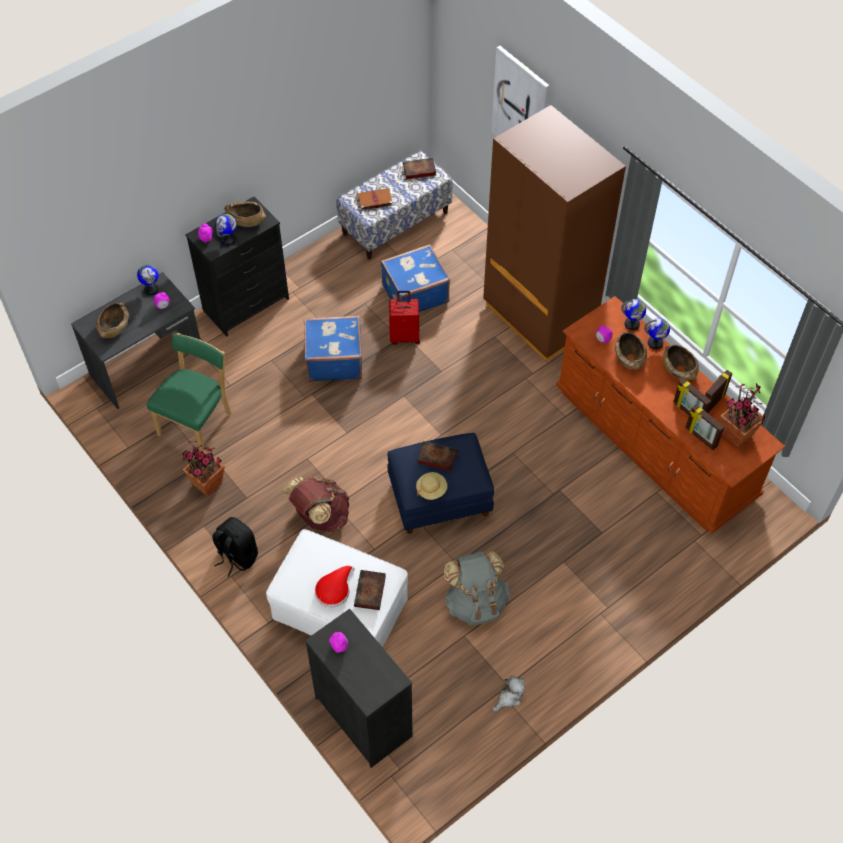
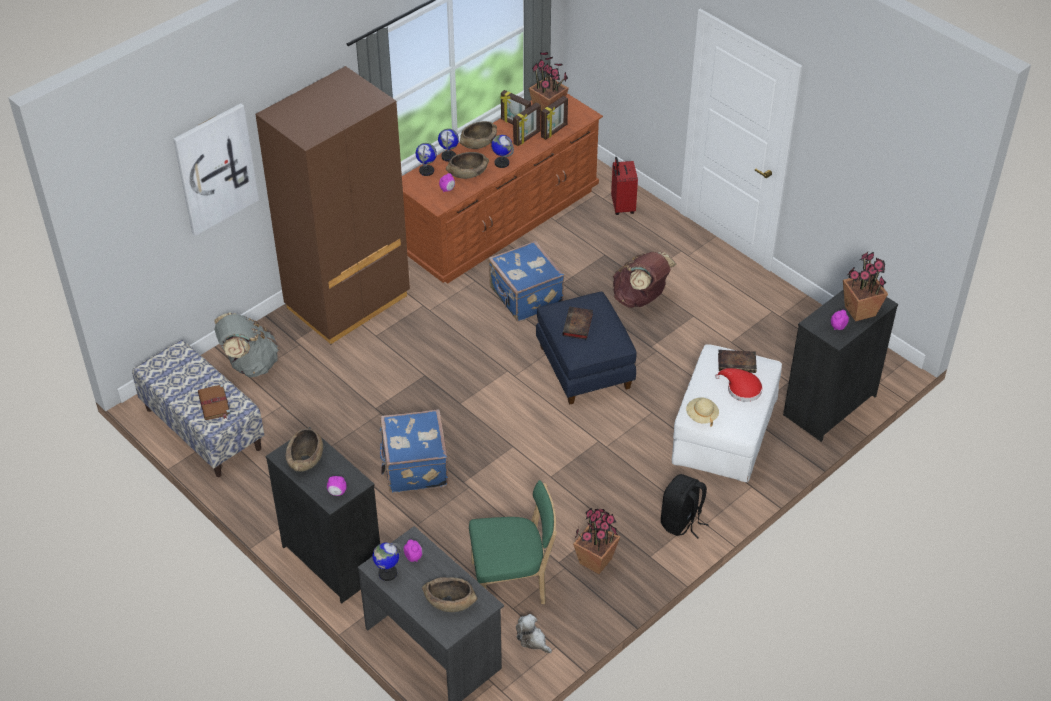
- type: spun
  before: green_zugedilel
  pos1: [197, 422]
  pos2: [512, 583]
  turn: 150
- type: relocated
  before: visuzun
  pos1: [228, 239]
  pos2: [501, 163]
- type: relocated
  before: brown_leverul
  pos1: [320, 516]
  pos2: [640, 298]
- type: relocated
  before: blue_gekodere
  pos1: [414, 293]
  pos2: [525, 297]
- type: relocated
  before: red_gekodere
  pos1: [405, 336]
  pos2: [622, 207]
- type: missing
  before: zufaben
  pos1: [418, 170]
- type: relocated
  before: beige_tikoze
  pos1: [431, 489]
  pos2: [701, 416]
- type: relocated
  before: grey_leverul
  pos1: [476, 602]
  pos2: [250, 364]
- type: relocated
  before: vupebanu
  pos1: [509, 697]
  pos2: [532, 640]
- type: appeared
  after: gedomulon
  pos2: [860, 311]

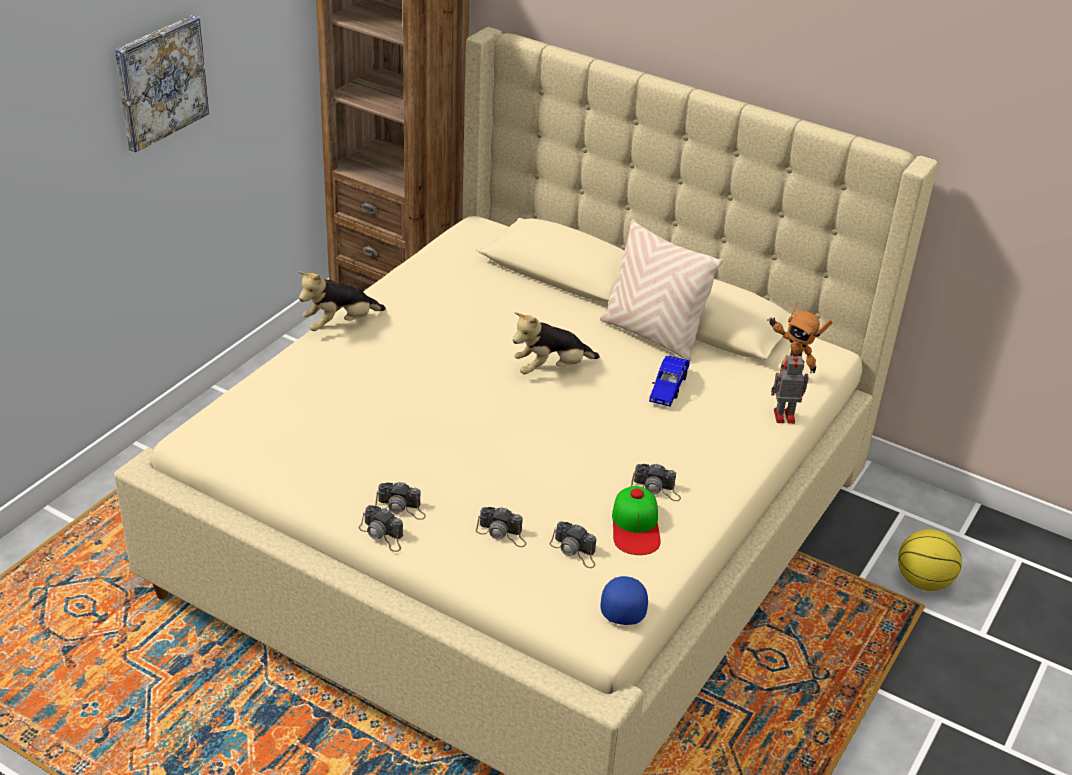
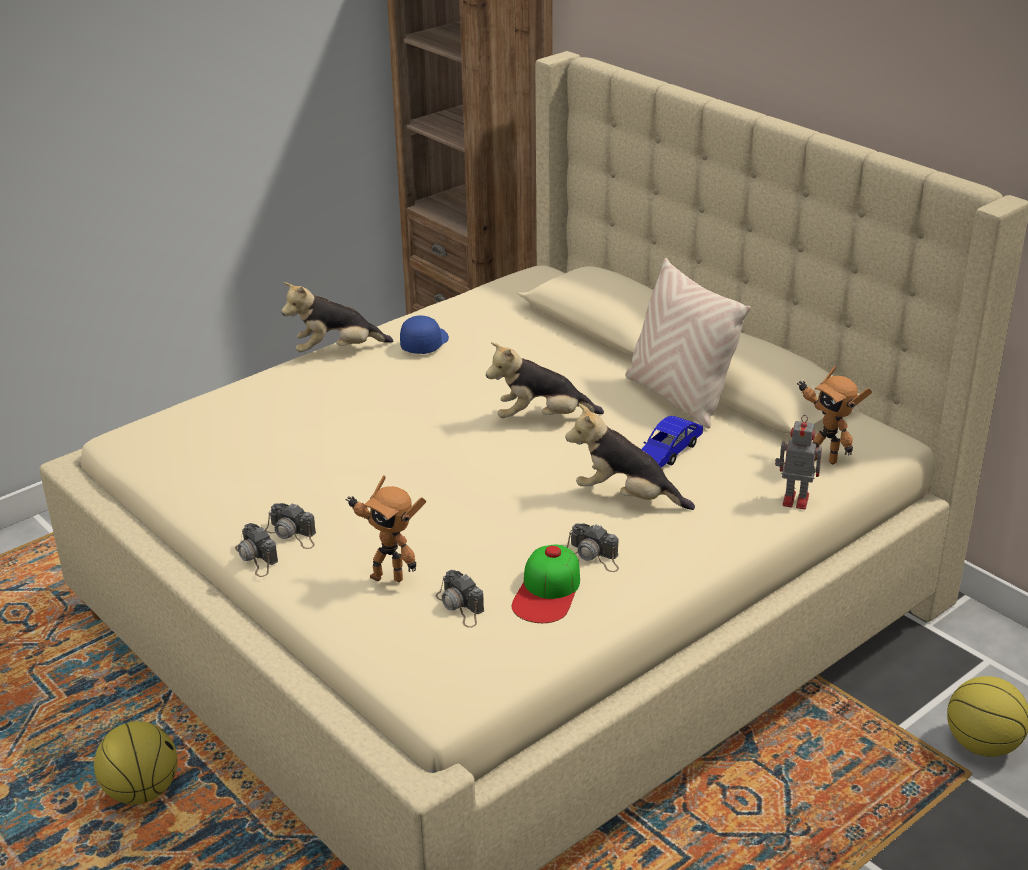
- type: missing
  before: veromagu
  pos1: [160, 82]
- type: exchanged
  before: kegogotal
  after: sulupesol
  pos1: [502, 533]
  pos2: [388, 576]
- type: relocated
  before: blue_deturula
  pos1: [622, 604]
  pos2: [424, 343]
- type: appeared
  after: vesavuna
  pos2: [142, 791]
- type: appeared
  after: vupebanu
  pos2: [626, 497]

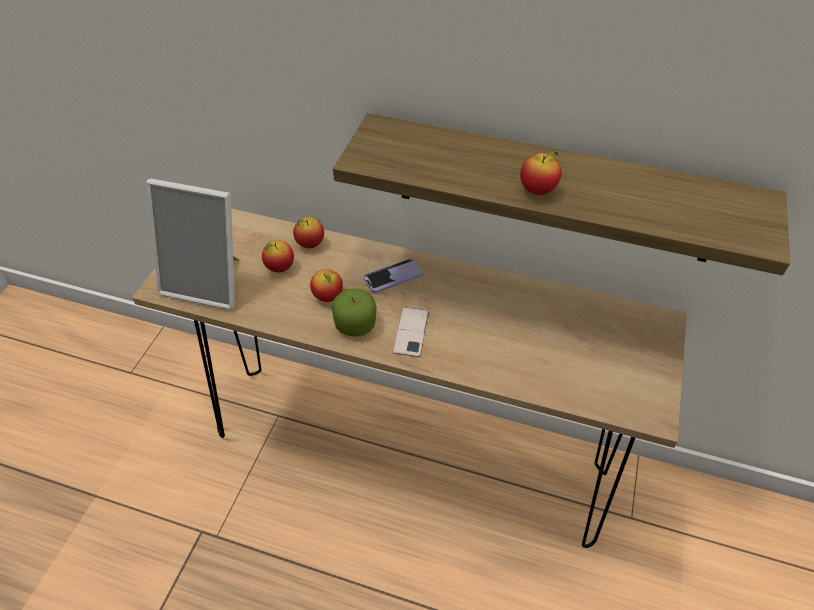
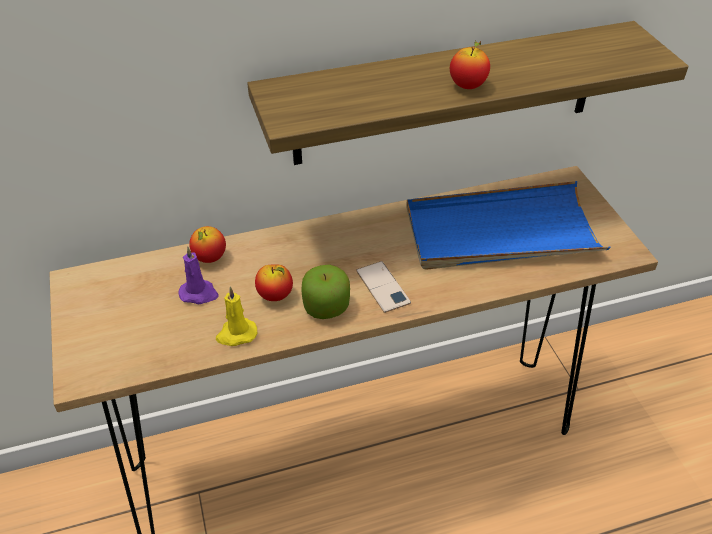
- type: missing
  before: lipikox
  pos1: [209, 282]
- type: exchanged
  before: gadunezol
  after: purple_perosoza
  pos1: [280, 267]
  pos2: [199, 294]
- type: missing
  before: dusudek
  pos1: [393, 277]
- type: appeared
  after: yellow_perosoza
  pos2: [236, 334]
- type: appeared
  after: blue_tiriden
  pos2: [501, 232]

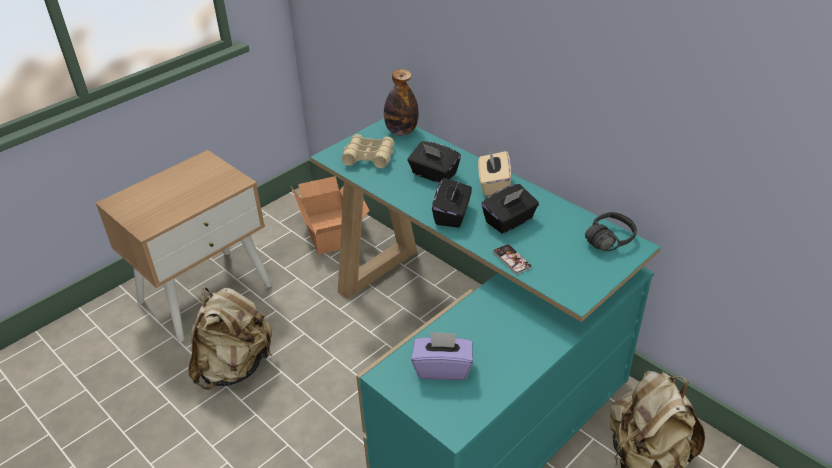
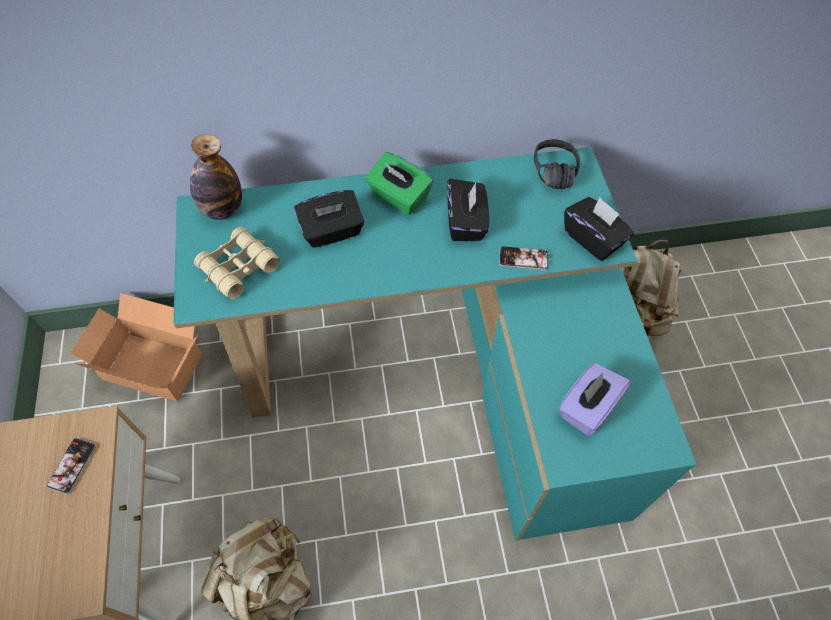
- type: relocated
  before: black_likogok
  pos1: [452, 215]
  pos2: [593, 239]
- type: colour
  before: beige_likogok
  after: green_likogok
  pos1: [493, 185]
  pos2: [399, 197]
- type: appeared
  after: dusudek
  pos2: [72, 466]

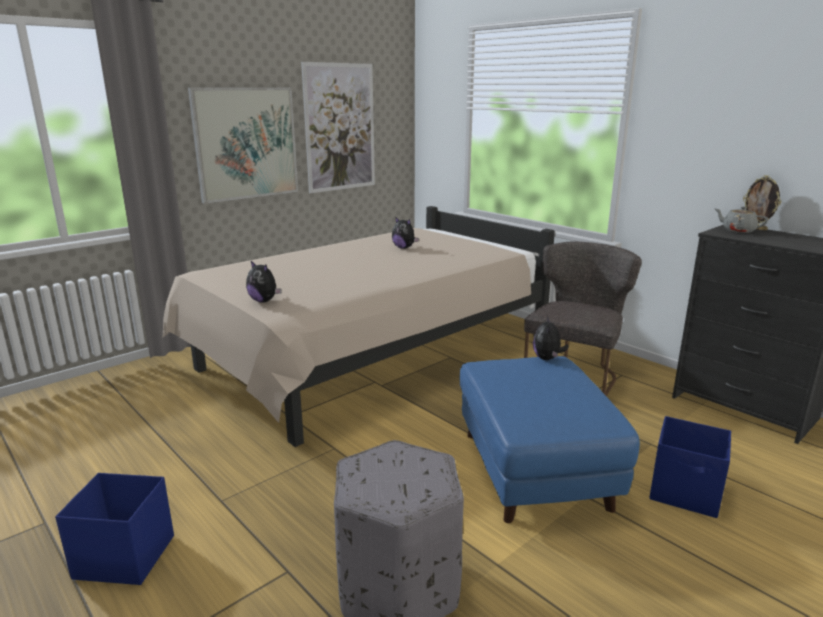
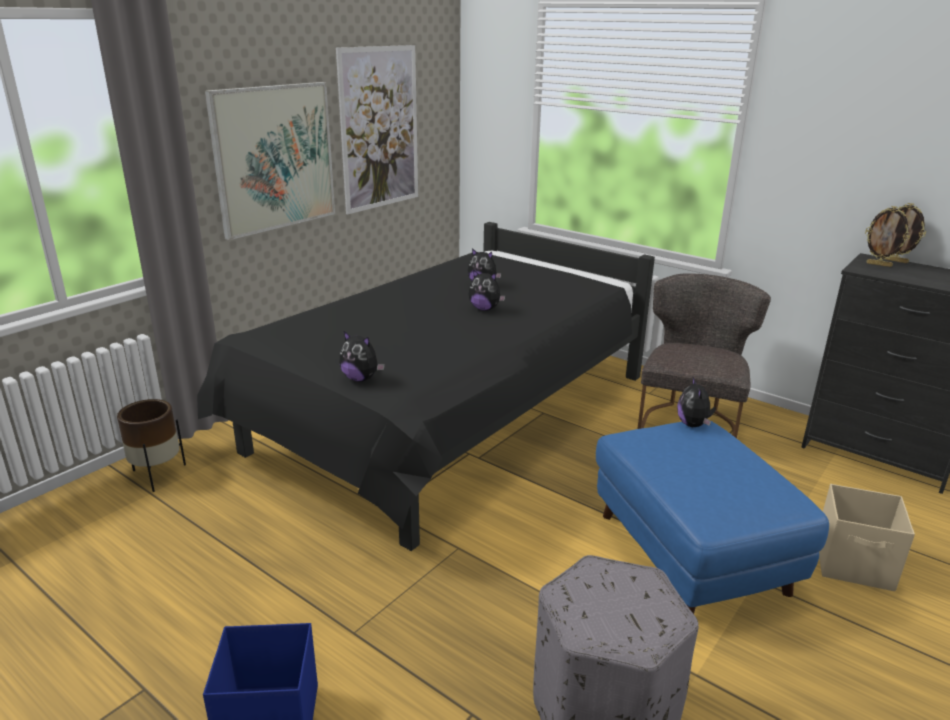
- type: colour
  before: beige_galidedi
  after: black_galidedi
  pos1: [370, 356]
  pos2: [448, 418]
- type: colour
  before: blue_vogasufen
  after: beige_vogasufen
  pos1: [686, 493]
  pos2: [855, 564]
- type: exchanged
  before: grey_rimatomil
  after: lipikox
  pos1: [738, 230]
  pos2: [879, 264]
- type: appeared
  after: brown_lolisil
  pos2: [157, 475]
- type: appeared
  after: vupebanu
  pos2: [485, 309]

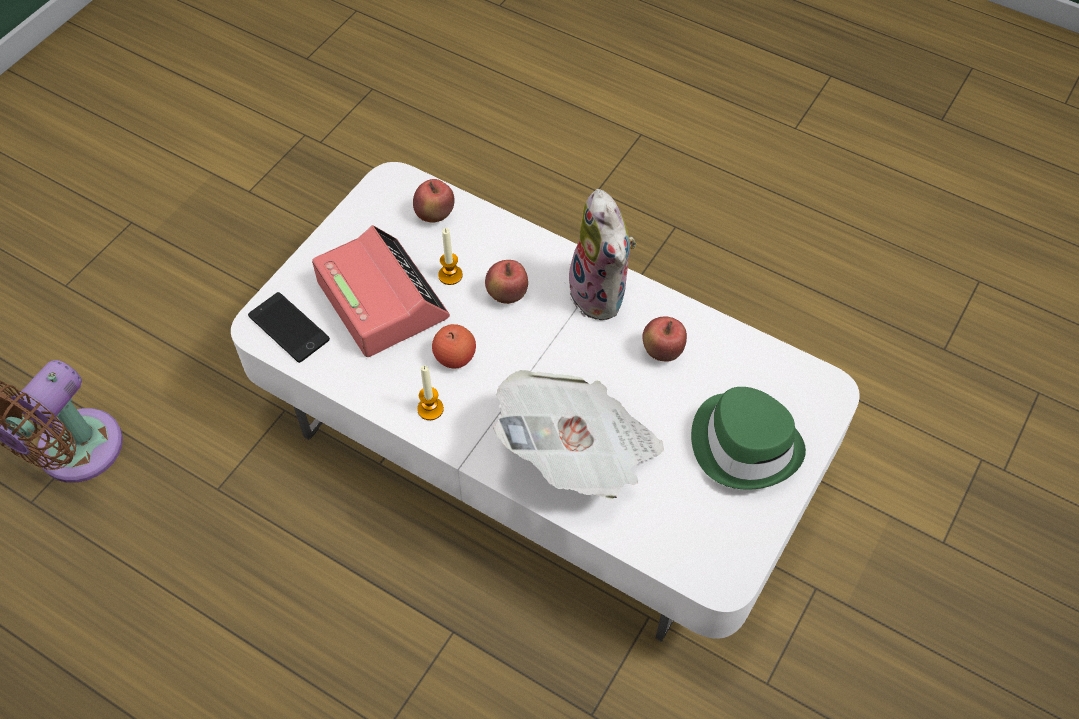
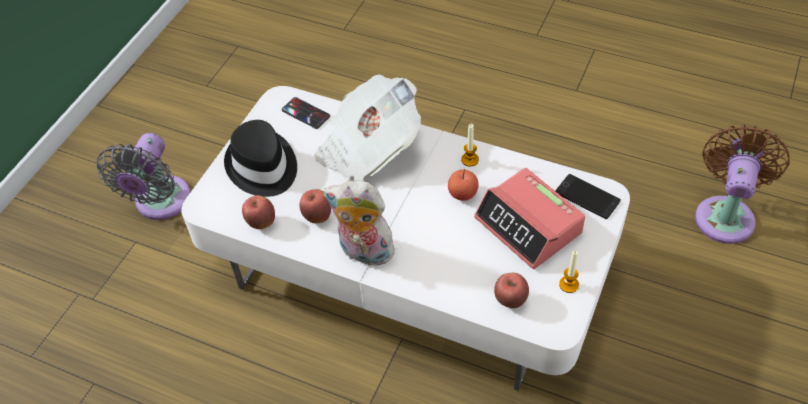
- type: relocated
  before: perosoza
  pos1: [450, 275]
  pos2: [569, 284]
- type: relocated
  before: gadunezol
  pos1: [507, 296]
  pos2: [261, 222]
- type: spun
  before: vupebanu
  pos1: [602, 294]
  pos2: [364, 252]
  turn: -45
- type: colour
  before: green_tikoze
  after: black_tikoze
  pos1: [745, 444]
  pos2: [262, 167]
- type: appeared
  after: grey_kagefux
  pos2: [160, 203]
- type: appeared
  after: dusudek
  pos2: [306, 113]

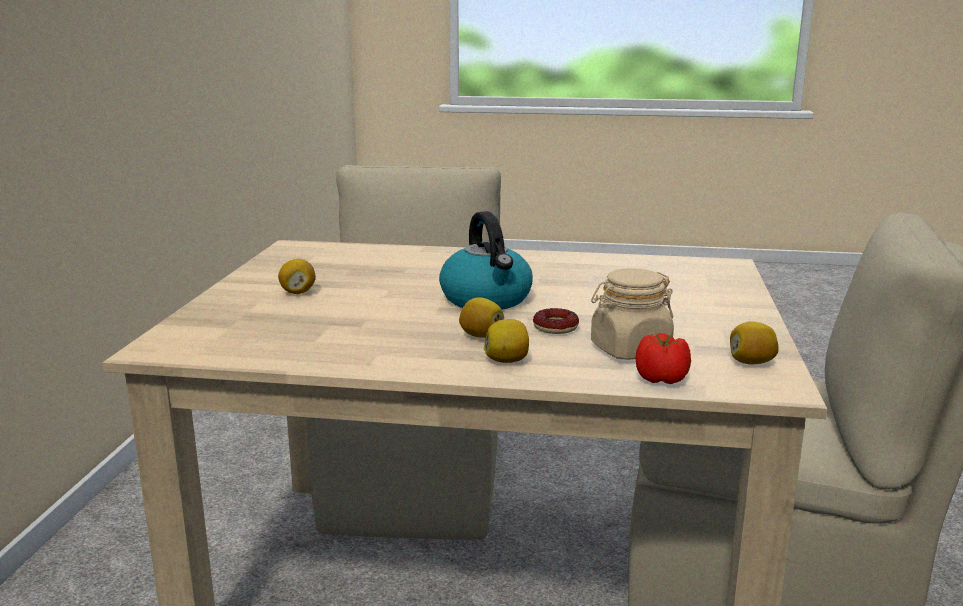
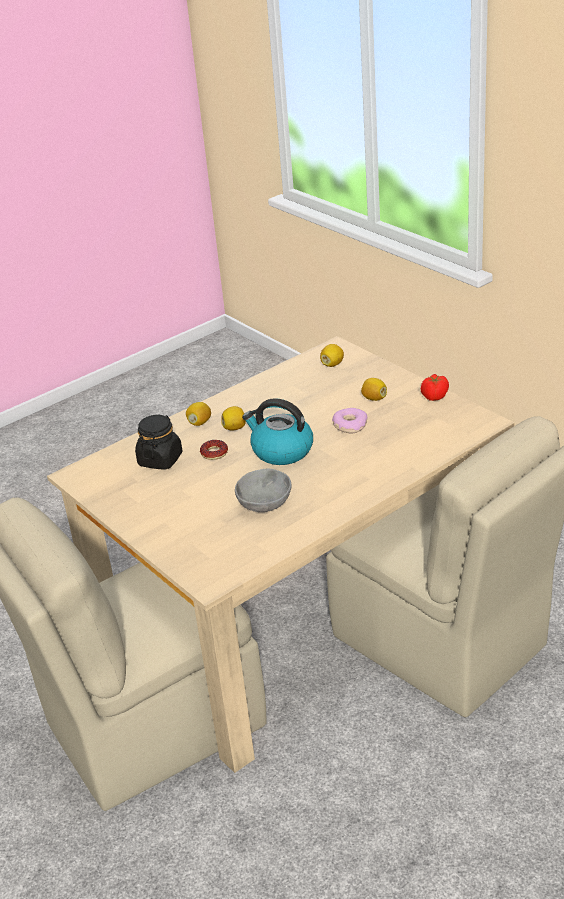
- type: colour
  before: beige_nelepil
  after: black_nelepil
  pos1: [630, 350]
  pos2: [160, 459]
- type: relocated
  before: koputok
  pos1: [662, 380]
  pos2: [434, 397]
- type: relocated
  before: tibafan
  pos1: [751, 362]
  pos2: [332, 364]
- type: appeared
  after: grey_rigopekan
  pos2: [265, 504]
- type: appeared
  after: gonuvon
  pos2: [350, 425]

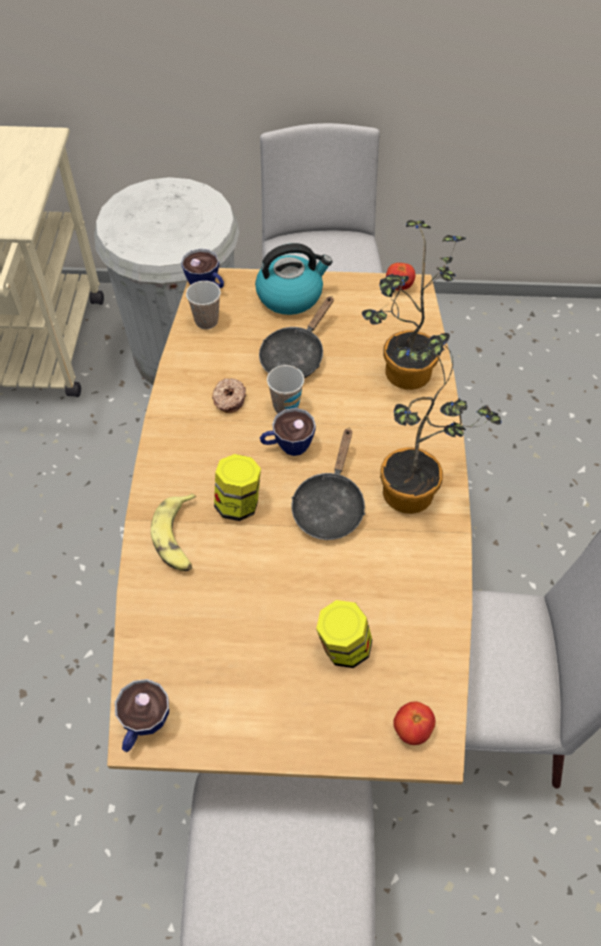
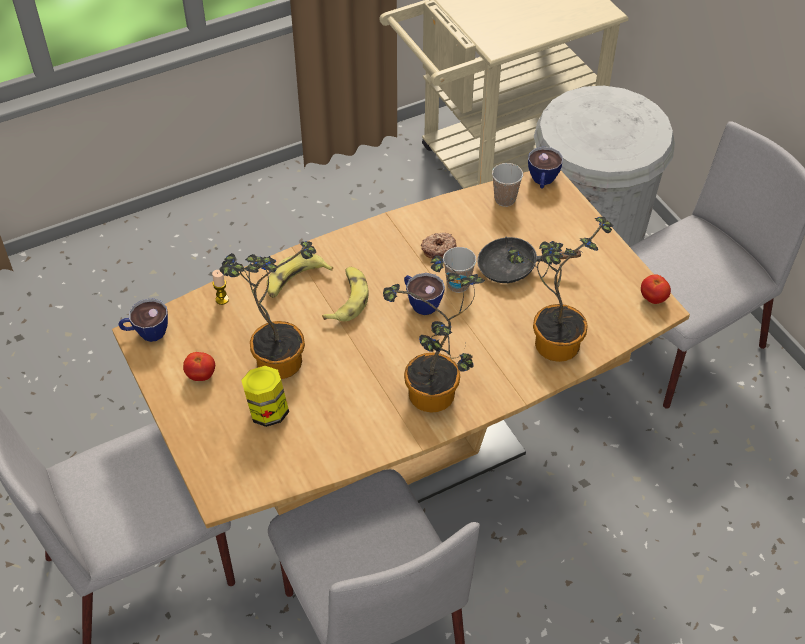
- type: exchanged
  before: nelepil
  after: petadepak
  pos1: [238, 504]
  pos2: [347, 299]
- type: missing
  before: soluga
  pos1: [290, 295]
- type: missing
  before: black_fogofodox
  pos1: [329, 506]
- type: relocated
  before: koputok
  pos1: [412, 729]
  pos2: [201, 375]
- type: appeared
  after: perosoza
  pos2: [222, 299]
- type: appeared
  after: gedomulon
  pos2: [275, 357]

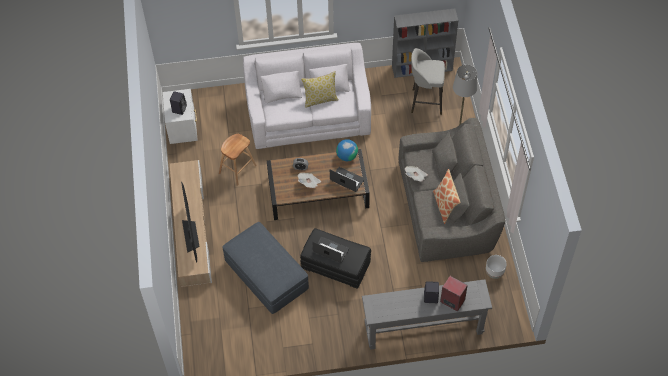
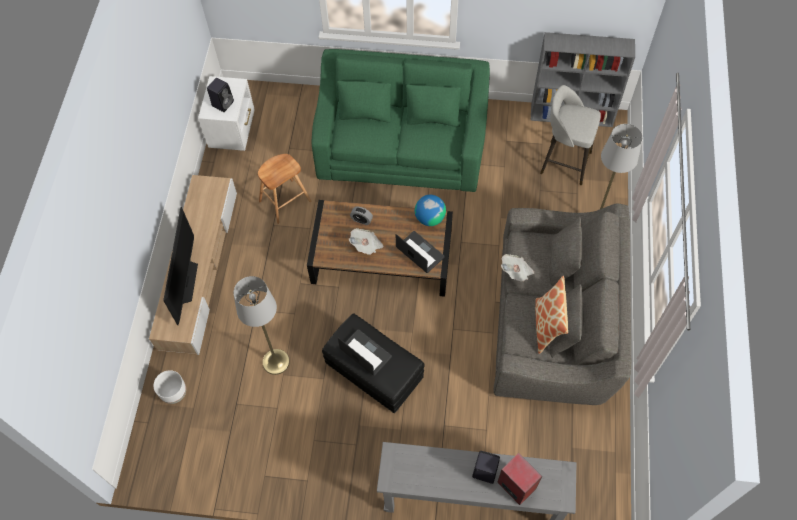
- type: exchanged
  before: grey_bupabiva
  after: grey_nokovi
  pos1: [266, 275]
  pos2: [276, 361]
- type: colour
  before: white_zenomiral
  after: green_zenomiral
  pos1: [308, 114]
  pos2: [401, 146]
- type: missing
  before: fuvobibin
  pos1: [320, 99]
- type: relocated
  before: white_lolisil
  pos1: [494, 273]
  pos2: [175, 394]

